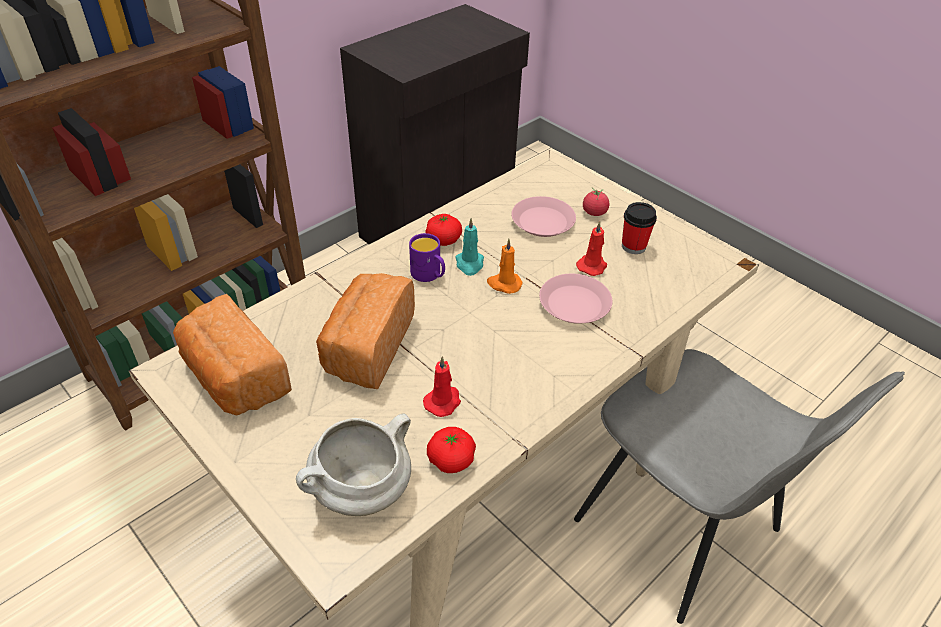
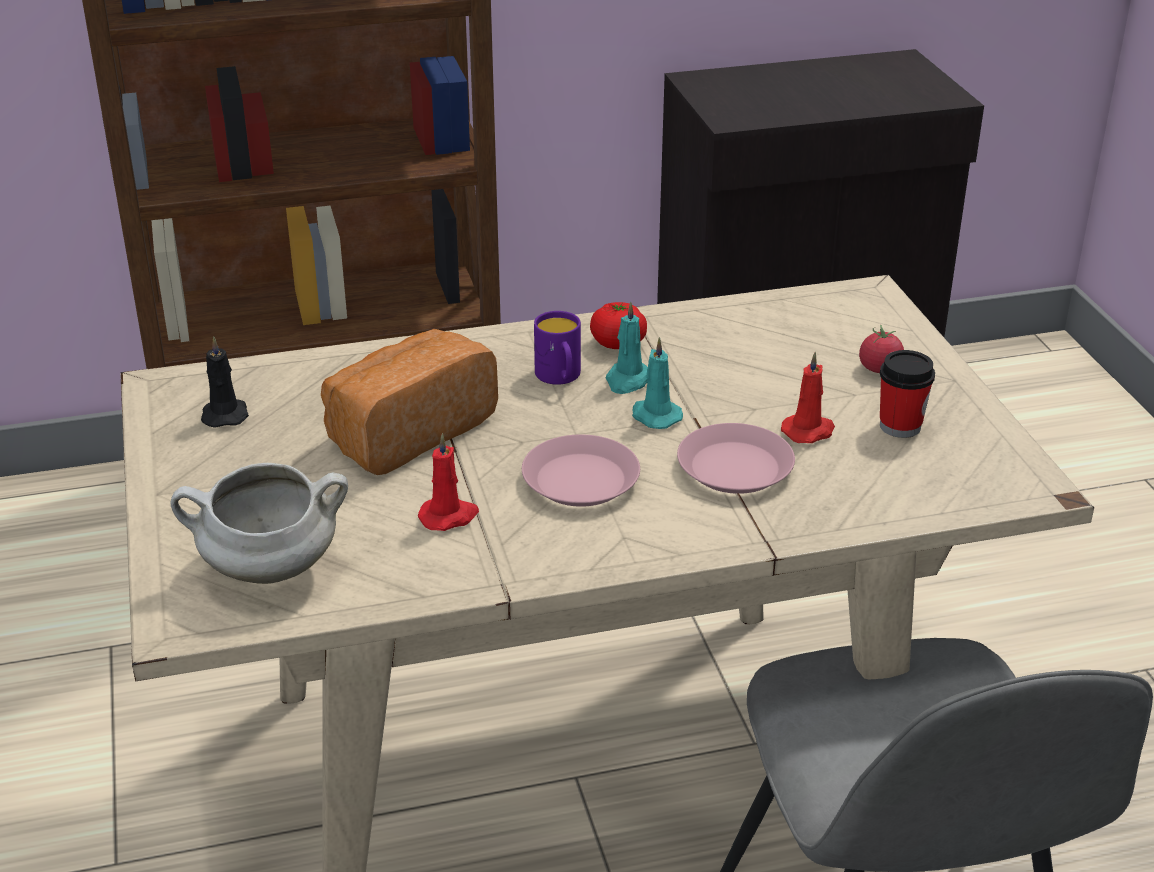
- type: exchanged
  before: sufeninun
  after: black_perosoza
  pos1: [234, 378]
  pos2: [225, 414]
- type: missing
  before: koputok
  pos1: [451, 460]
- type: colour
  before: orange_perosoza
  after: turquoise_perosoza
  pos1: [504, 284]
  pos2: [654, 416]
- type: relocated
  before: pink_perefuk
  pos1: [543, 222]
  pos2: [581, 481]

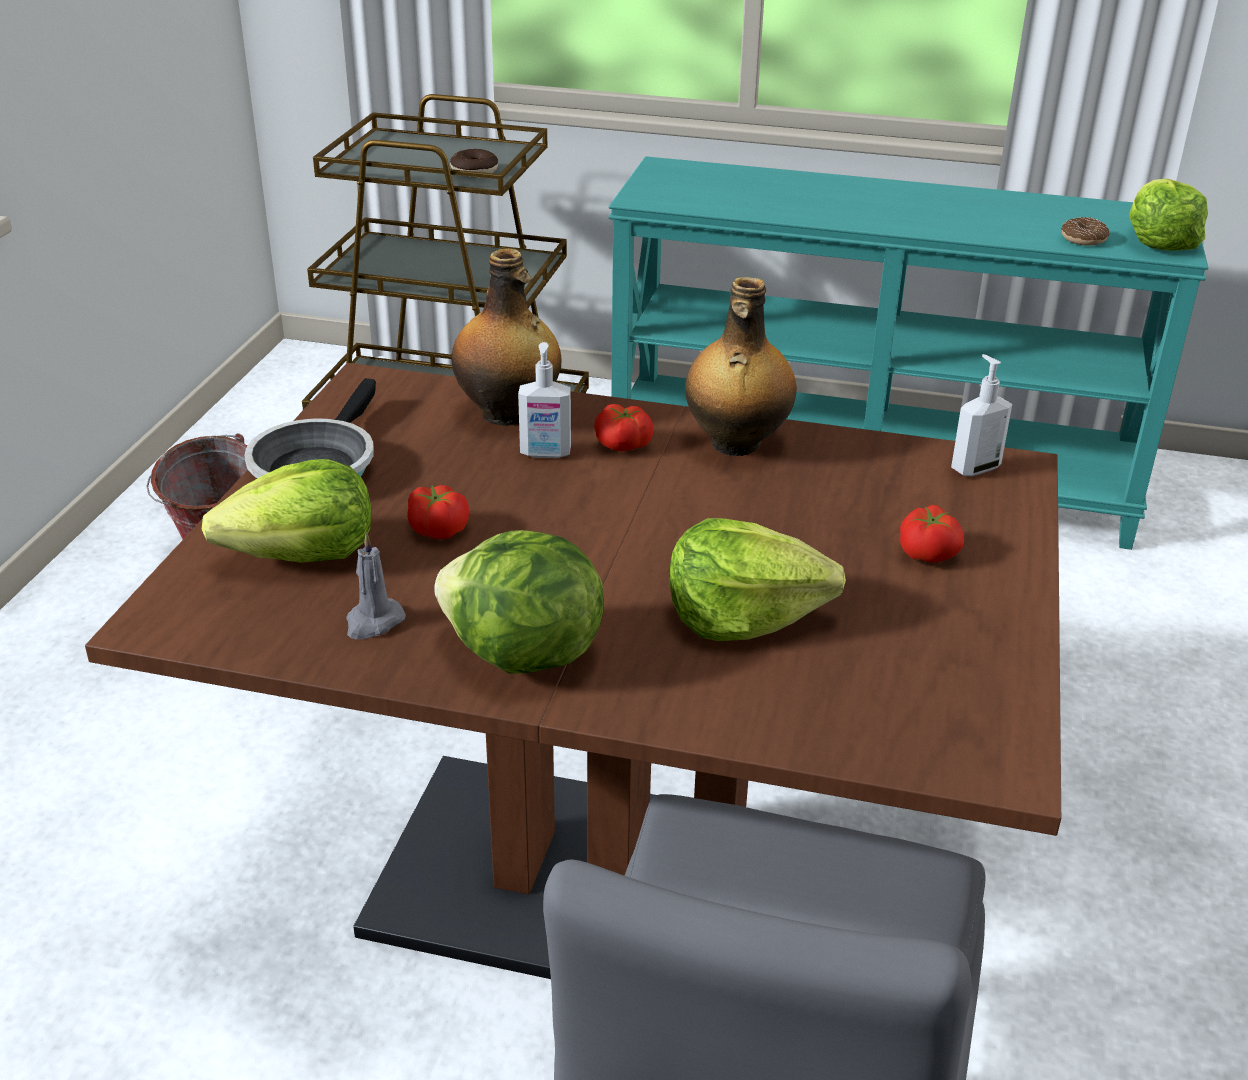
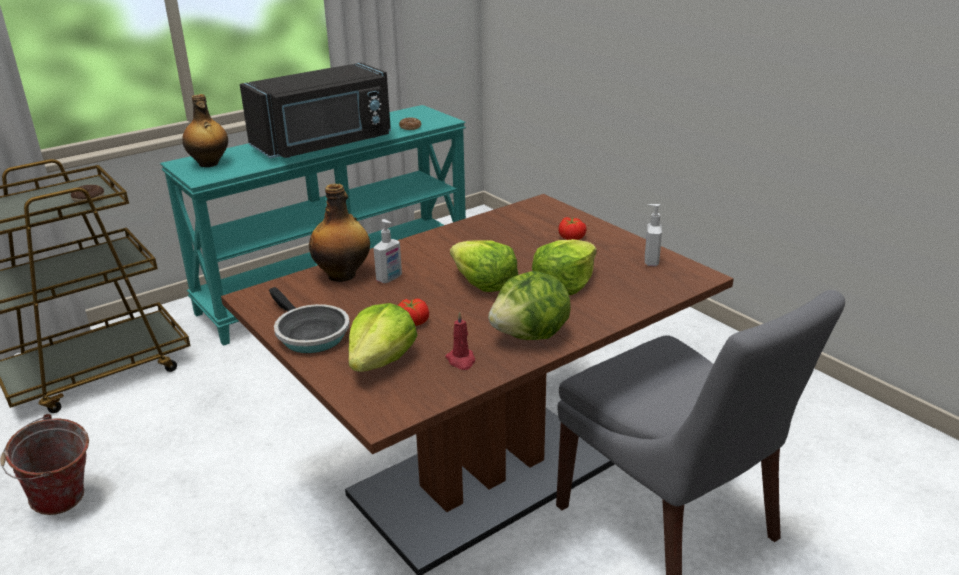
- type: colour
  before: grey_perosoza
  after: red_perosoza
  pos1: [373, 622]
  pos2: [461, 361]
- type: missing
  before: koputok
  pos1: [623, 445]
- type: relocated
  before: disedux
  pos1: [735, 444]
  pos2: [209, 164]
- type: relocated
  before: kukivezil
  pos1: [974, 468]
  pos2: [650, 261]
- type: relocated
  before: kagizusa
  pos1: [1158, 241]
  pos2: [483, 284]
- type: appeared
  after: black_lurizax
  pos2: [324, 144]

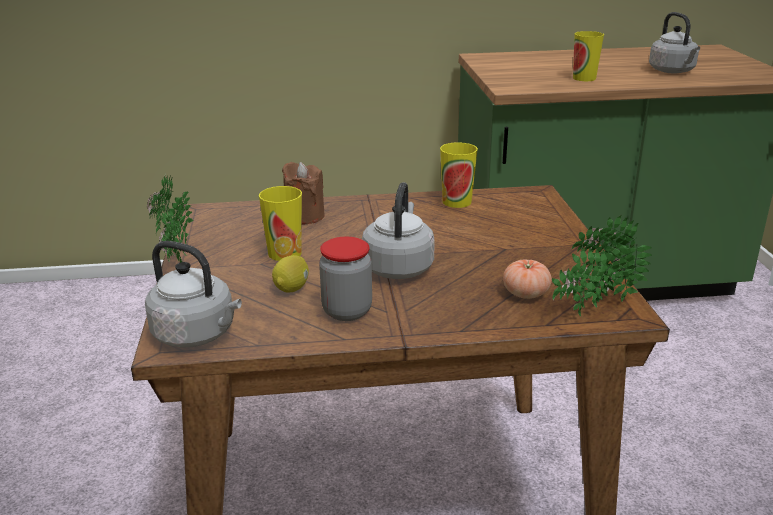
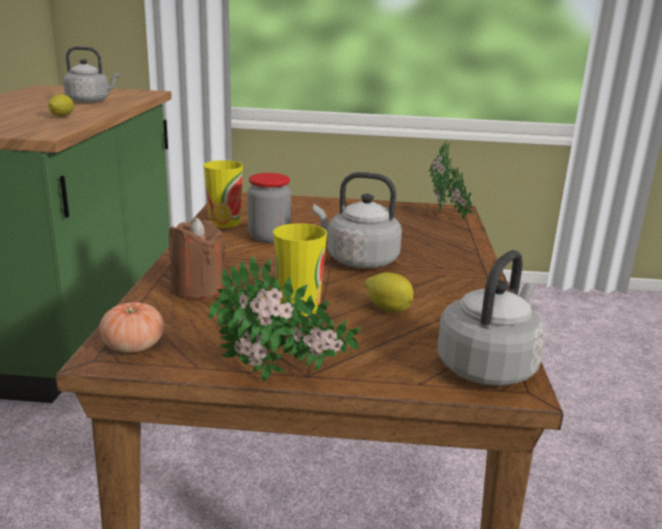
- type: relocated
  before: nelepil
  pos1: [347, 311]
  pos2: [269, 237]
- type: relocated
  before: koputok
  pos1: [525, 293]
  pos2: [133, 346]
- type: exchanged
  before: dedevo
  after: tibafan
  pos1: [584, 78]
  pos2: [61, 116]

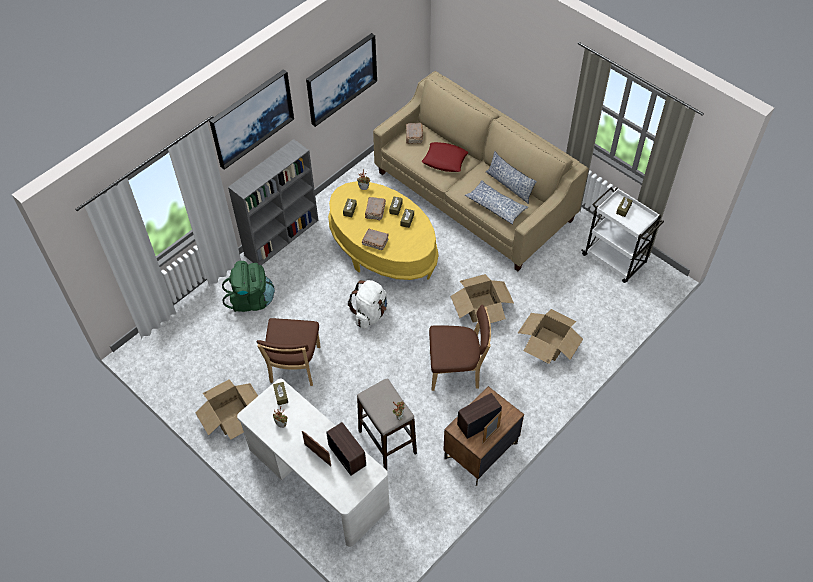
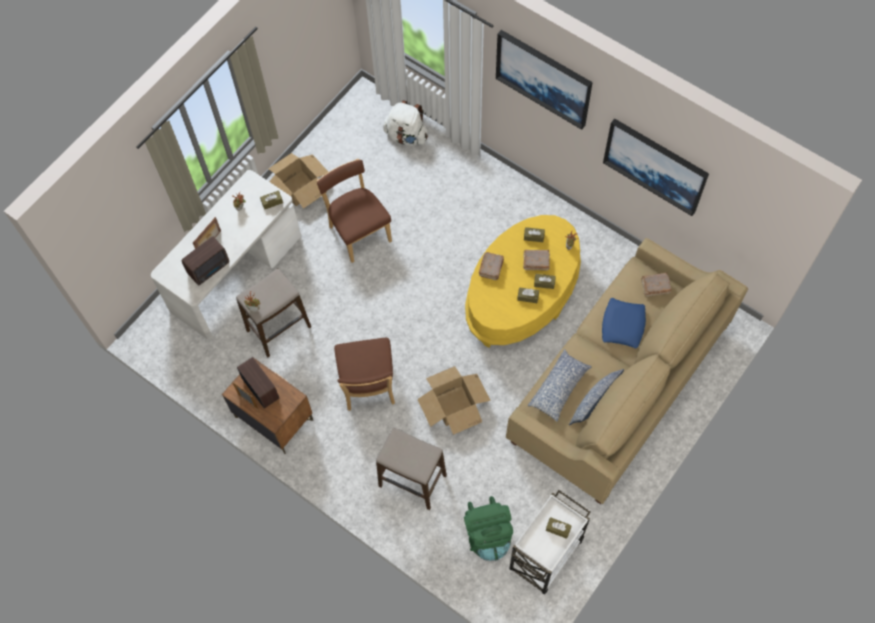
- type: relocated
  before: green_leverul
  pos1: [251, 300]
  pos2: [488, 535]
- type: missing
  before: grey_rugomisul
  pos1: [282, 237]
- type: spun
  before: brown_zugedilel
  pos1: [294, 367]
  pos2: [358, 232]
  turn: 60
- type: relocated
  before: white_leverul
  pos1: [370, 313]
  pos2: [406, 136]
- type: colour
  before: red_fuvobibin
  after: blue_fuvobibin
  pos1: [444, 160]
  pos2: [623, 325]
- type: exchanged
  before: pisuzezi
  after: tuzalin
  pos1: [548, 344]
  pos2: [412, 481]

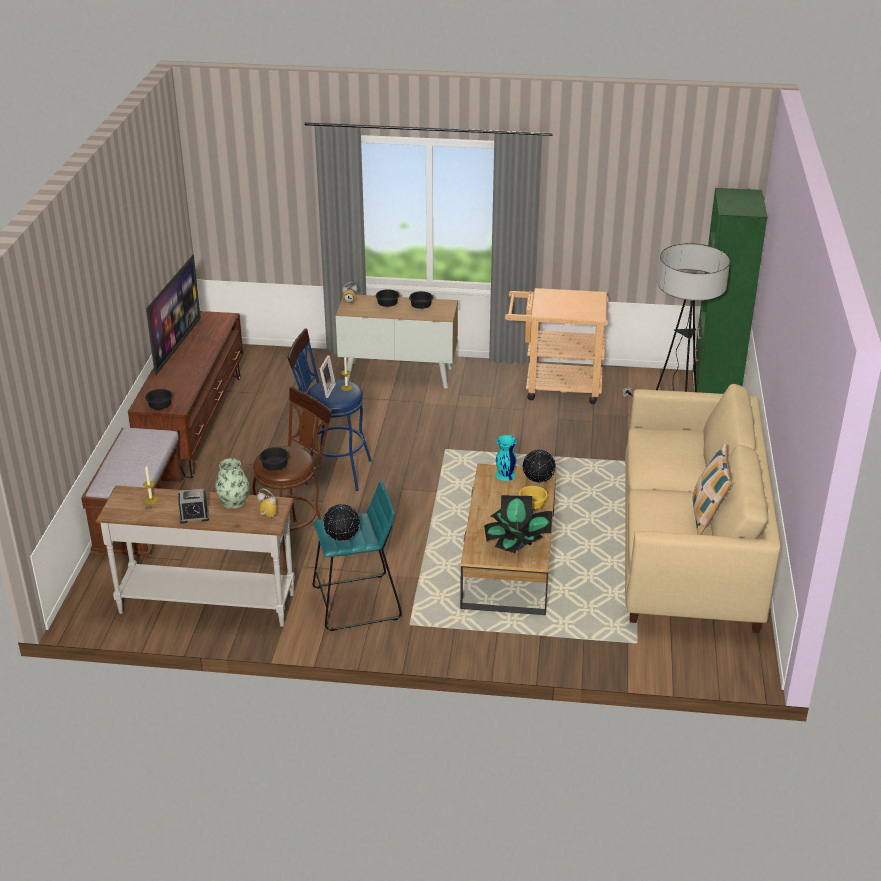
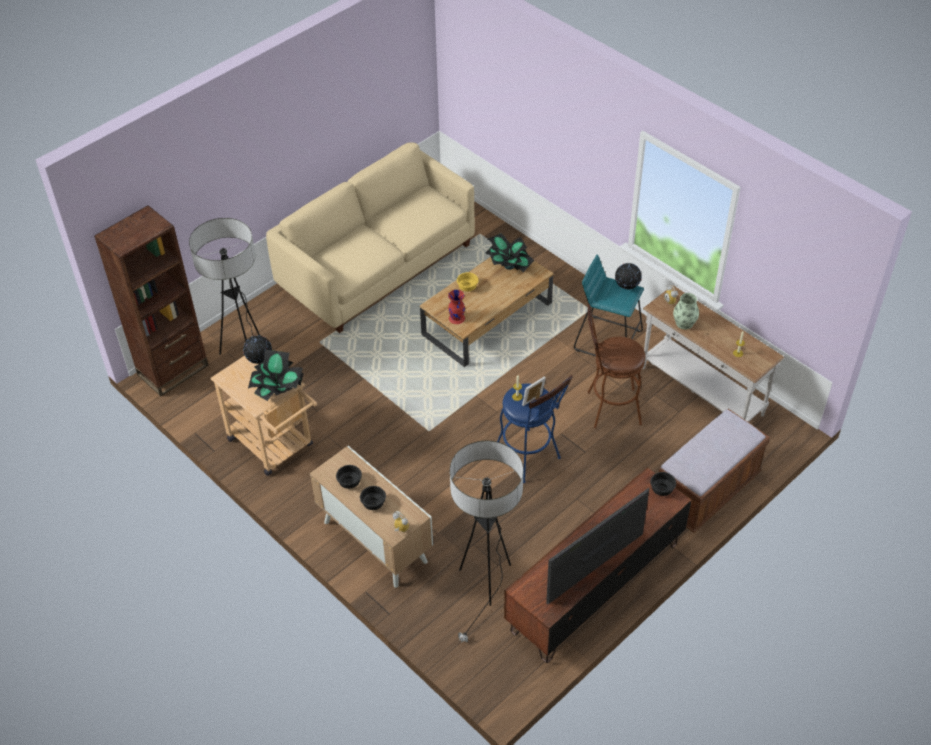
- type: missing
  before: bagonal
  pos1: [194, 516]
- type: missing
  before: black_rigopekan
  pos1: [274, 467]
- type: colour
  before: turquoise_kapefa
  after: red_kapefa
  pos1: [505, 475]
  pos2: [457, 318]
- type: relocated
  before: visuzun
  pos1: [538, 483]
  pos2: [260, 361]
- type: colour
  before: green_rugomisul
  after: brown_rugomisul
  pos1: [715, 389]
  pos2: [173, 370]
- type: missing
  before: fuvobibin
  pos1: [707, 516]
- type: appeared
  after: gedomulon
  pos2: [278, 390]
- type: appeared
  after: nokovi
  pos2: [485, 585]

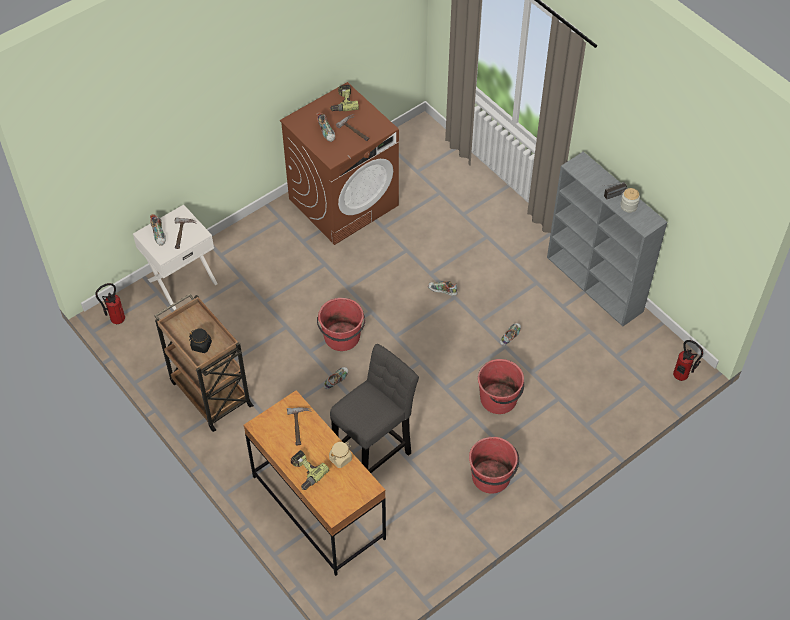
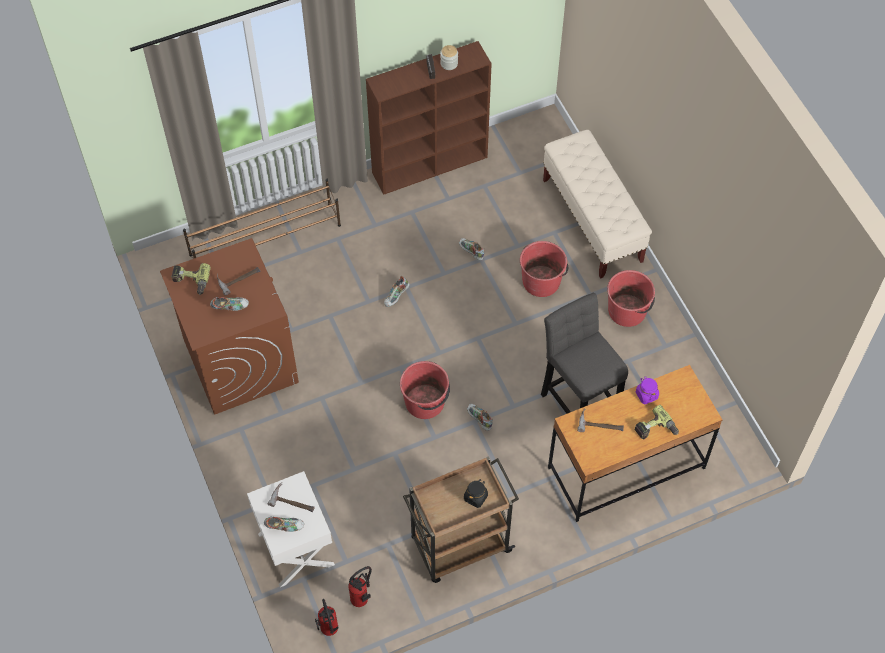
- type: colour
  before: beige_nelepil
  after: purple_nelepil
  pos1: [340, 458]
  pos2: [646, 395]
- type: colour
  before: grey_rugomisul
  after: brown_rugomisul
  pos1: [595, 284]
  pos2: [431, 164]
- type: relocated
  before: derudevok
  pos1: [681, 378]
  pos2: [362, 599]
- type: appeared
  after: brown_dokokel
  pos2: [266, 240]
- type: appeared
  after: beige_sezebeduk
  pos2: [592, 221]

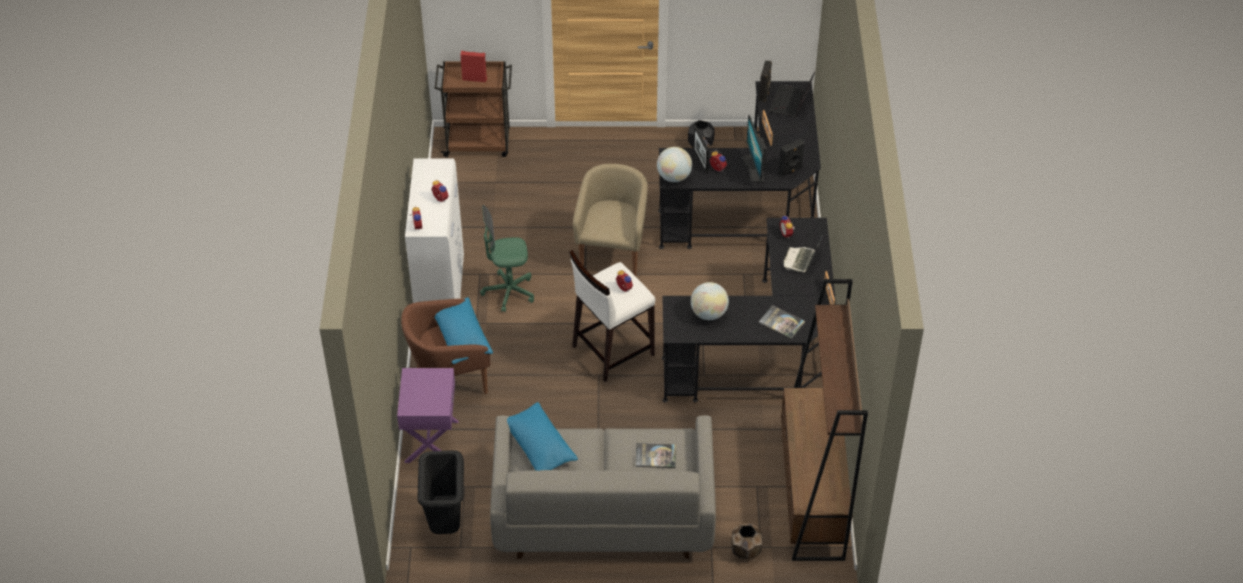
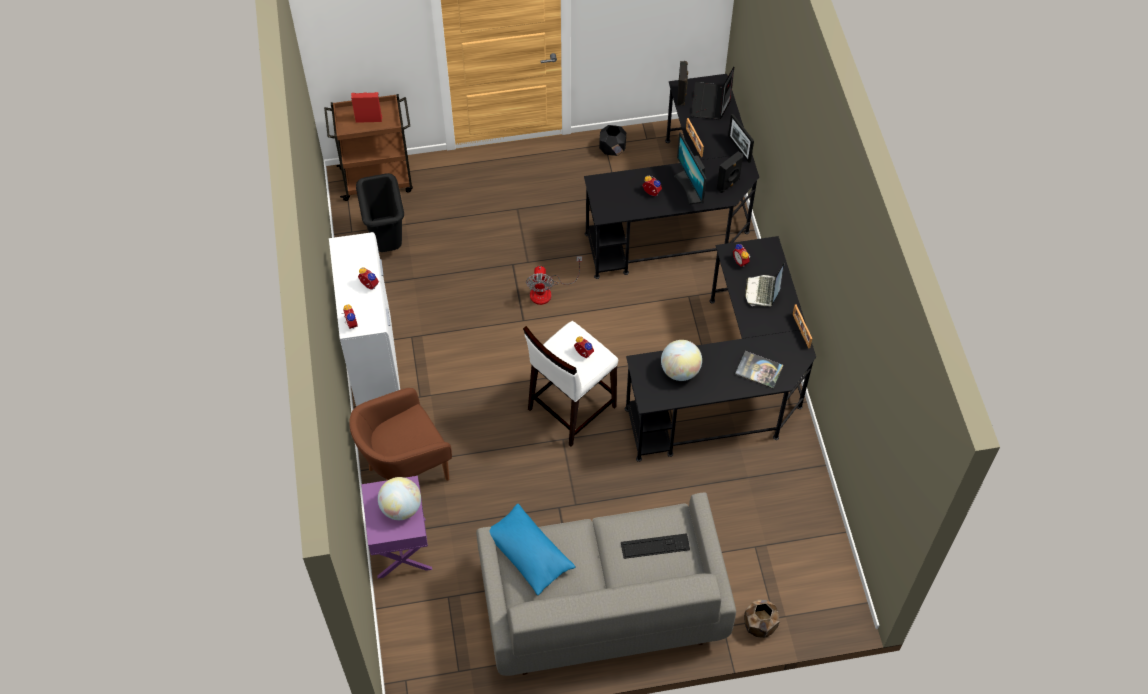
- type: relocated
  before: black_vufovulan
  pos1: [446, 524]
  pos2: [387, 243]
- type: missing
  before: blue_fuvobibin
  pos1: [461, 338]
- type: missing
  before: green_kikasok
  pos1: [508, 292]
- type: exchanged
  before: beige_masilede
  after: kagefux
  pos1: [612, 253]
  pos2: [547, 291]
- type: exchanged
  before: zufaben
  after: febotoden
  pos1: [655, 456]
  pos2: [655, 546]
- type: relocated
  before: visuzun
  pos1: [674, 177]
  pos2: [401, 508]
- type: relocated
  before: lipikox
  pos1: [700, 160]
  pos2: [739, 149]
- type: missing
  before: brown_rugomisul
  pos1: [812, 494]

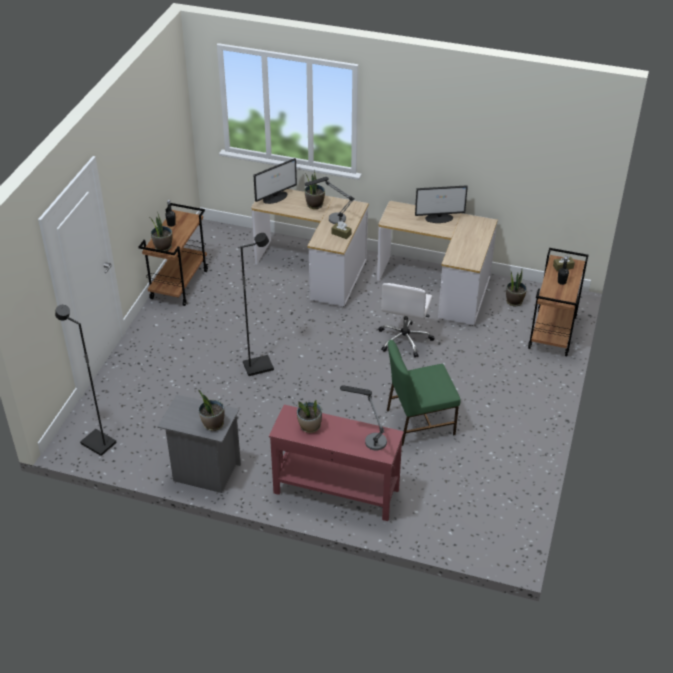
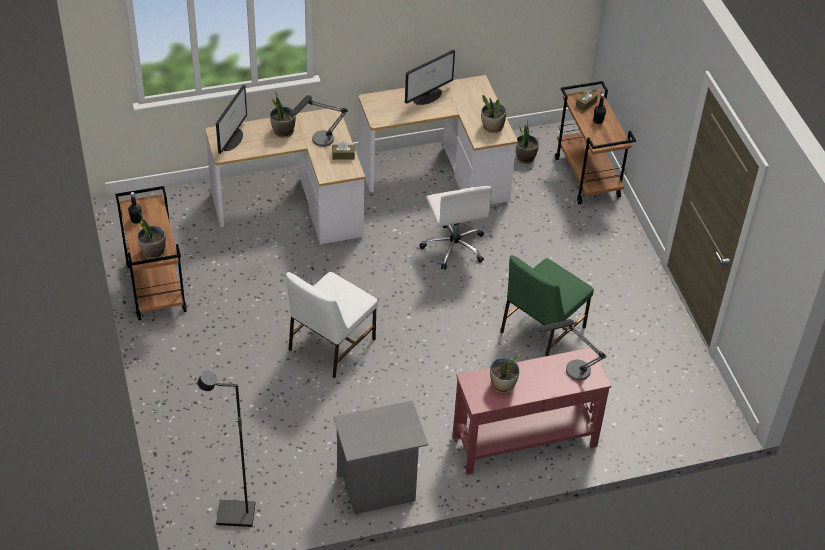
- type: relocated
  before: gedomulon
  pos1: [213, 424]
  pos2: [492, 127]
- type: exchanged
  before: black_nokovi
  after: white_zugedilel
  pos1: [258, 366]
  pos2: [330, 345]

